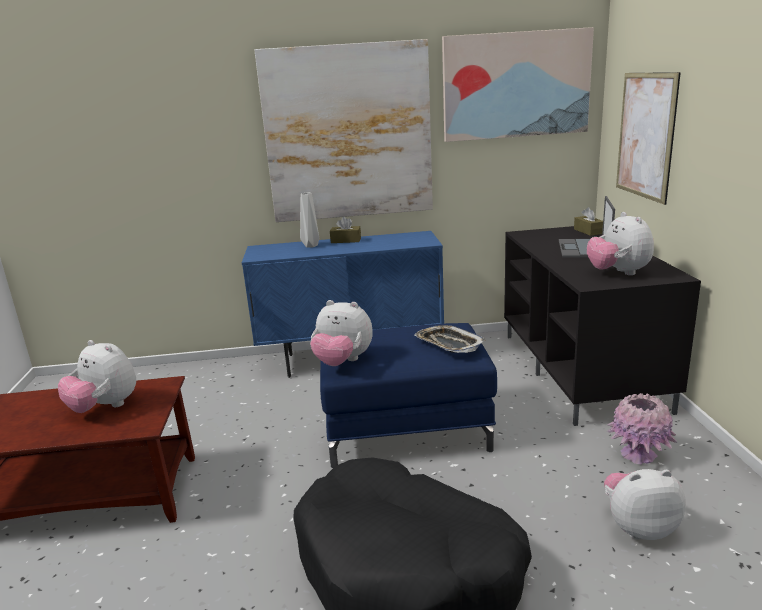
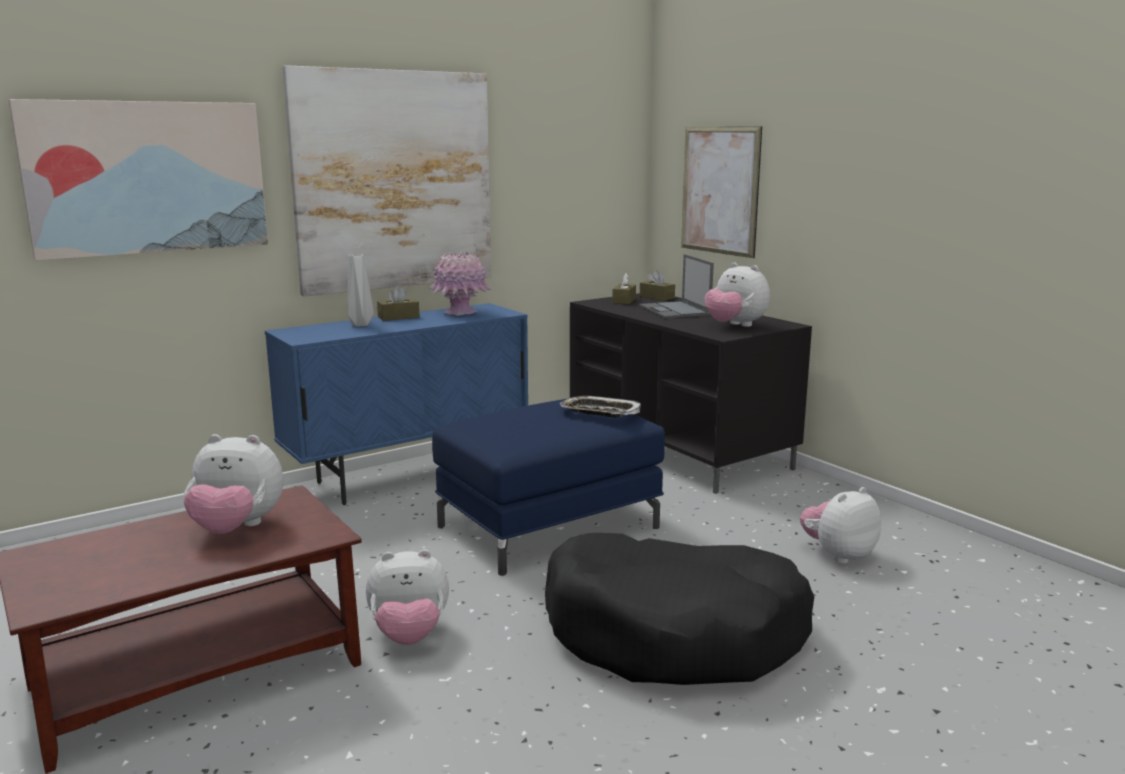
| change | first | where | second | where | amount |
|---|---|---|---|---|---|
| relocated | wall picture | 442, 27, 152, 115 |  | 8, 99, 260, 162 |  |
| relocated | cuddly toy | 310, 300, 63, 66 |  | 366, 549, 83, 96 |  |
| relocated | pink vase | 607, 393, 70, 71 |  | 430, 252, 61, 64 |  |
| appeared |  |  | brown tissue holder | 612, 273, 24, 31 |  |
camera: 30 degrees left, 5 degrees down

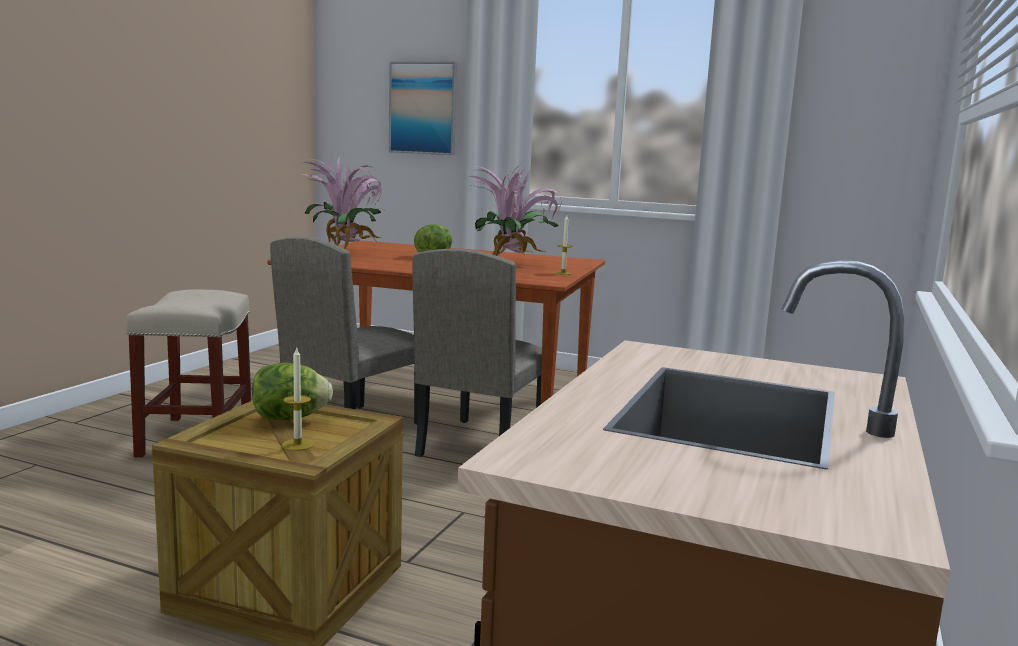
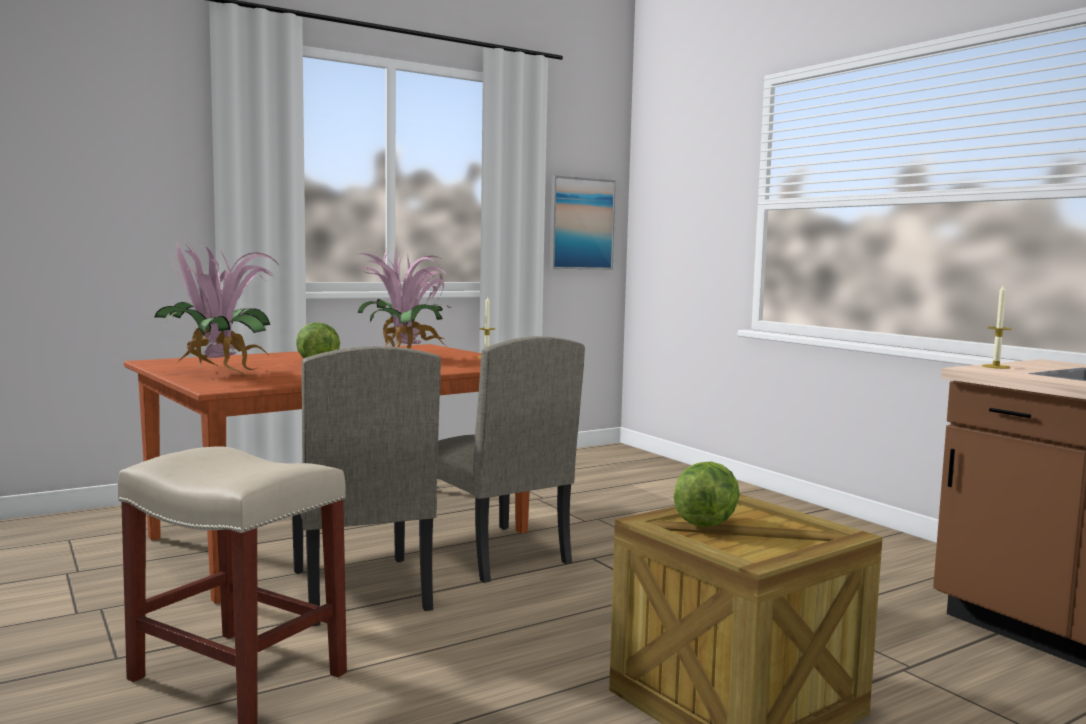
| change | first | where | second | where | amount |
|---|---|---|---|---|---|
| relocated | wall picture | 389, 62, 68, 93 |  | 550, 175, 66, 95 |  |
| relocated | candle | 282, 346, 32, 105 |  | 982, 285, 30, 84 |  |
camera: 55 degrees left, 5 degrees down

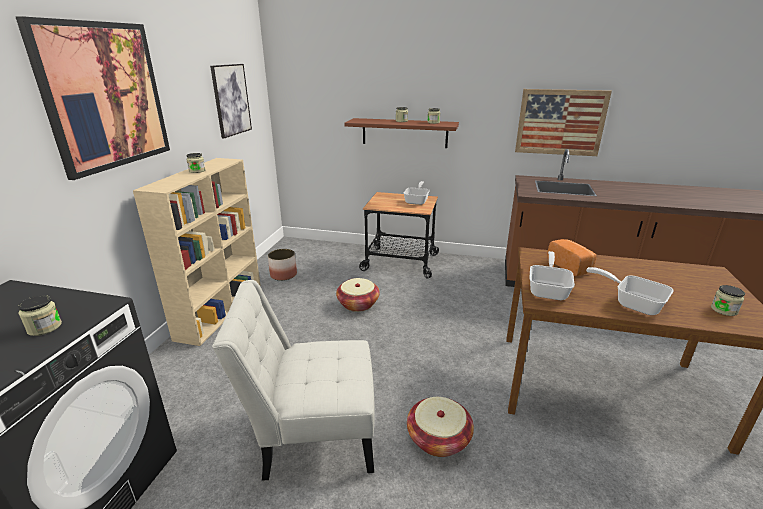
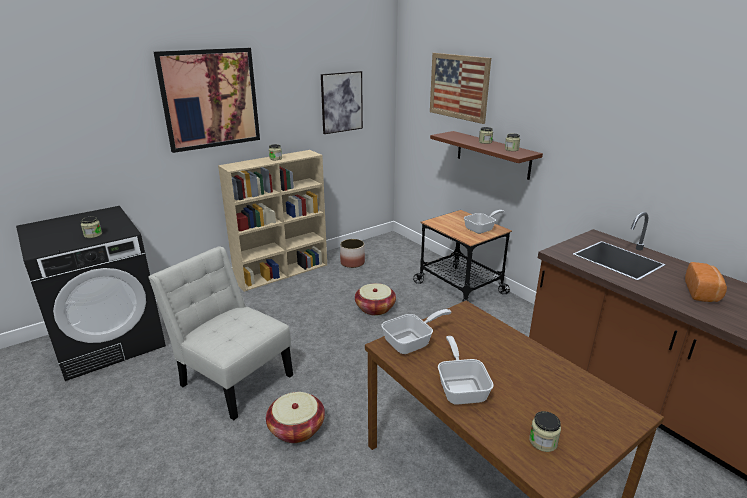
| change | first | where | second | where | amount |
|---|---|---|---|---|---|
| relocated | wall picture | 515, 89, 97, 67 |  | 430, 53, 61, 71 |  |
| relocated | baked bread | 547, 239, 49, 37 |  | 685, 262, 42, 40 |  |
camera: 40 degrees right, 0 degrees up

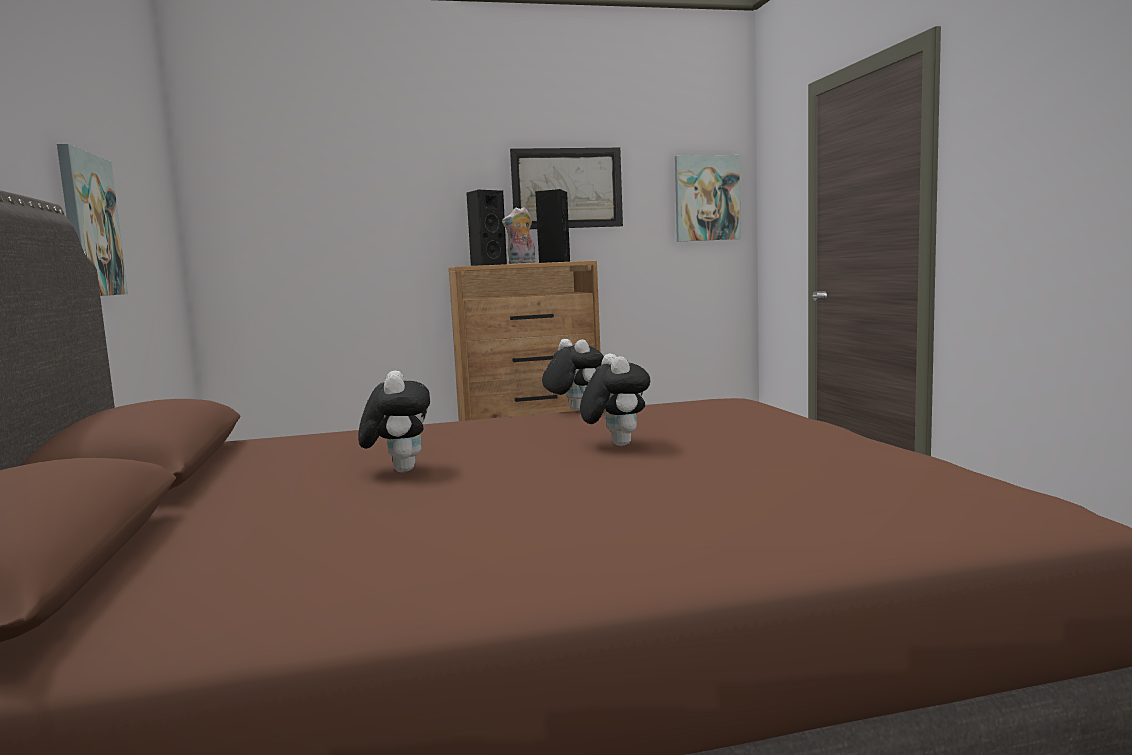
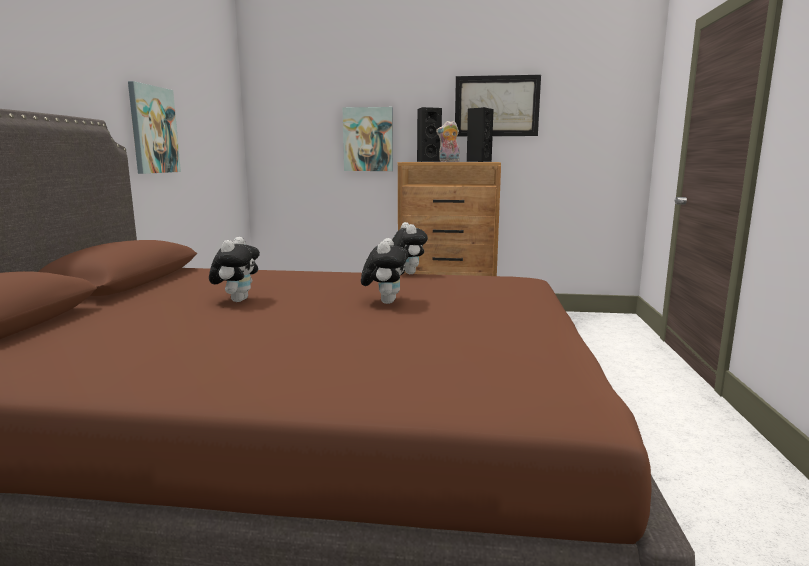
| change | first | where | second | where | amount |
|---|---|---|---|---|---|
| relocated | wall picture | 675, 155, 66, 87 |  | 343, 107, 50, 64 |  |
camera: 20 degrees right, 5 degrees up

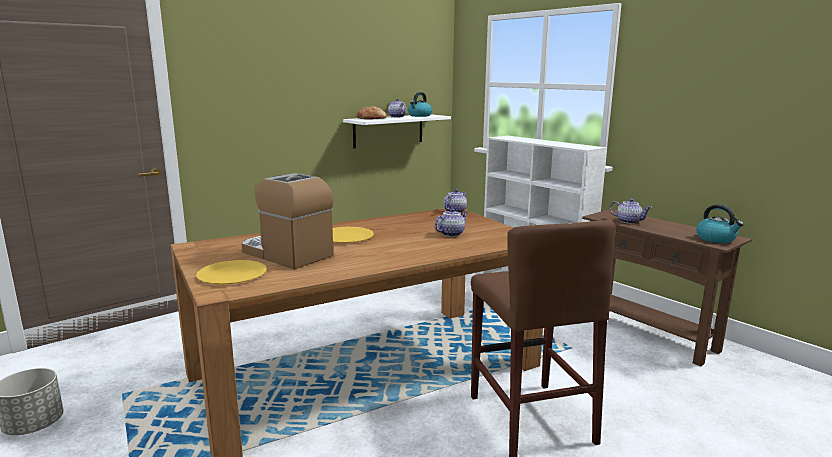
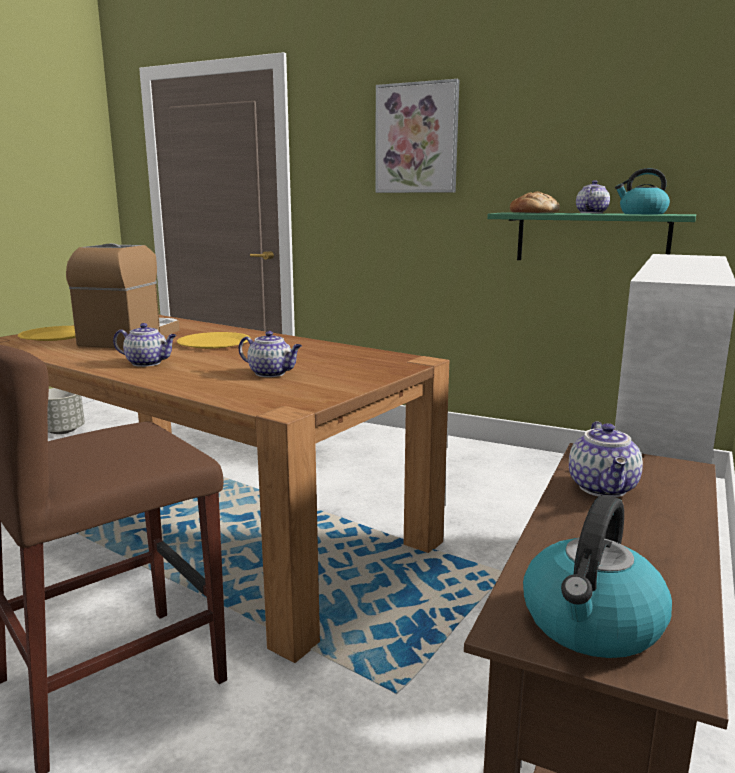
| change | first | where | second | where | amount |
|---|---|---|---|---|---|
| colour | whitish shelf | 343, 114, 108, 34 | greenish shelf | 487, 212, 209, 48 |  |
| relocated | teapot | 443, 189, 24, 24 |  | 113, 323, 64, 44 |  |
| appeared |  |  | wall picture | 375, 79, 84, 114 |  |
camera: 65 degrees right, 0 degrees up

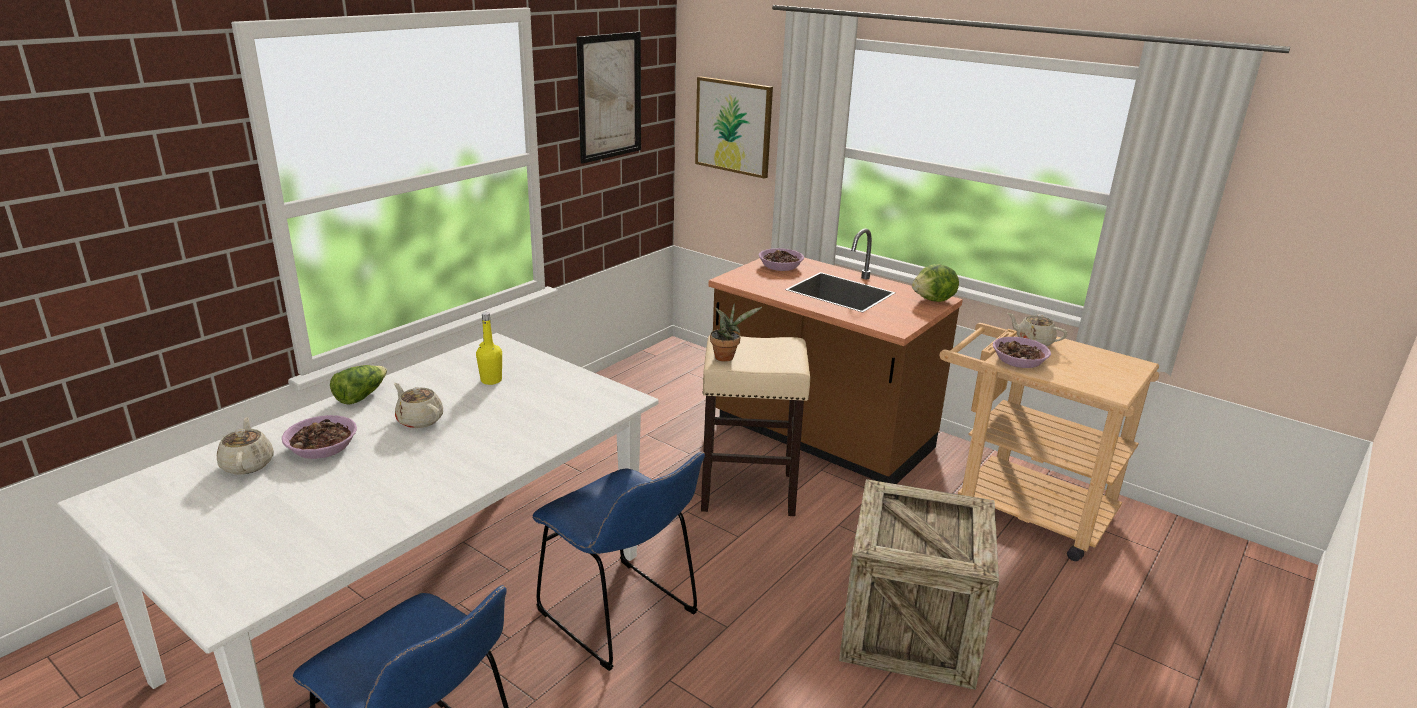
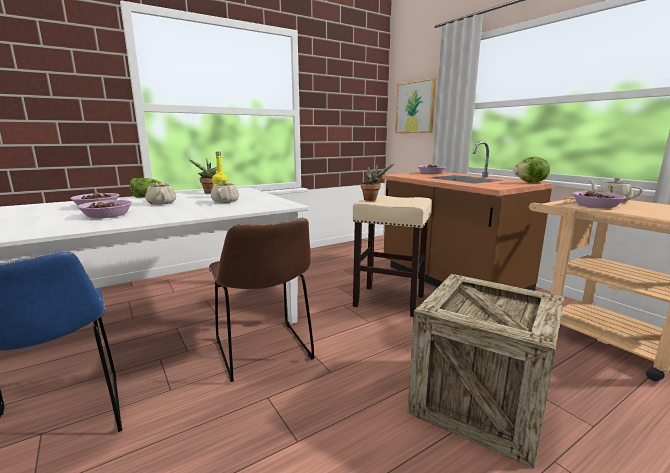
| change | first | where | second | where | amount |
|---|---|---|---|---|---|
| missing | wall picture | 577, 31, 64, 133 |  |  |  |
| relocated | sand-coloured teapot | 217, 417, 57, 58 |  | 211, 180, 28, 23 |  |
| colour | blue plain chair | 532, 452, 173, 219 | brown plain chair | 209, 218, 106, 164 |  |
| appeared |  |  | plant in a pot | 189, 159, 28, 35 |  |
| appeared |  |  | bowl | 77, 200, 55, 18 |  |
camera: 20 degrees right, 10 degrees down

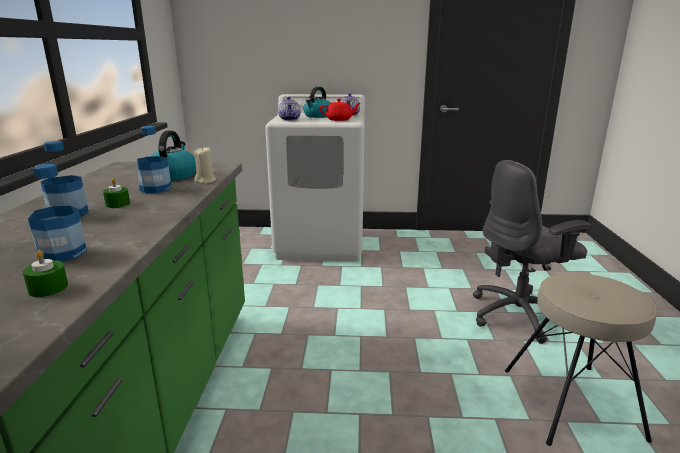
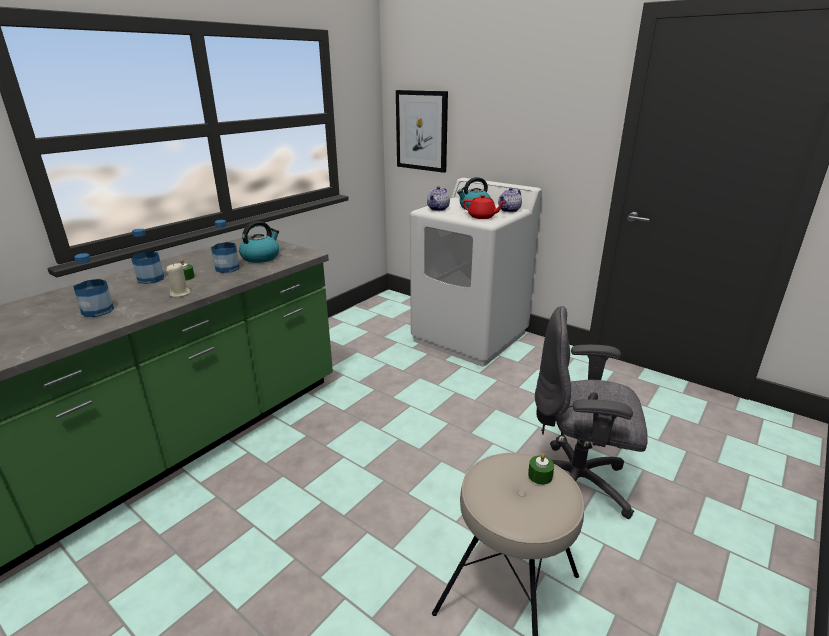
| change | first | where | second | where | amount |
|---|---|---|---|---|---|
| relocated | sand-coloured candle | 194, 146, 22, 38 |  | 166, 263, 25, 34 |  |
| relocated | greenish candle | 23, 250, 45, 47 |  | 528, 453, 26, 32 |  |
| appeared |  |  | wall picture | 396, 90, 52, 83 |  |
camera: 35 degrees right, 5 degrees up

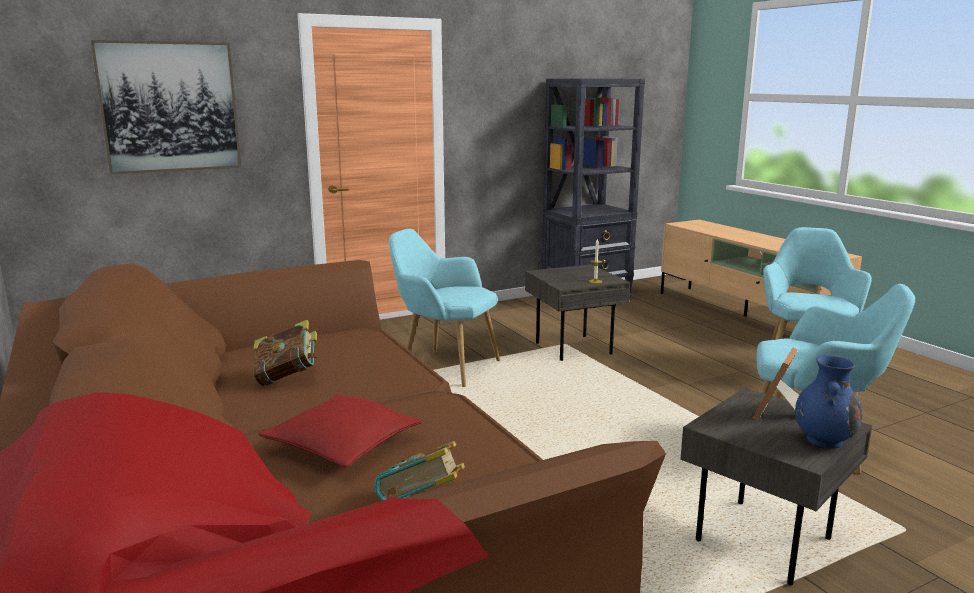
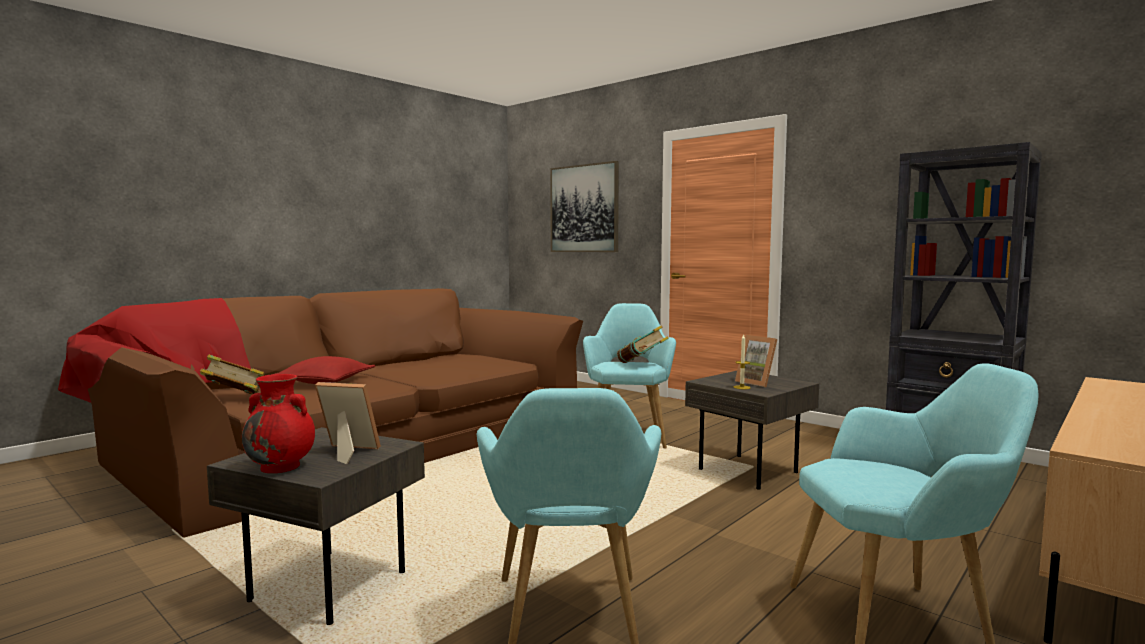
| change | first | where | second | where | amount |
|---|---|---|---|---|---|
| relocated | volume | 253, 320, 65, 66 |  | 617, 326, 52, 37 |  |
| colour | blue vase | 795, 356, 67, 93 | red-coloured vase | 242, 374, 73, 99 |  |
| appeared |  |  | photo frame | 735, 335, 42, 52 |  |
camera: 70 degrees right, 10 degrees down

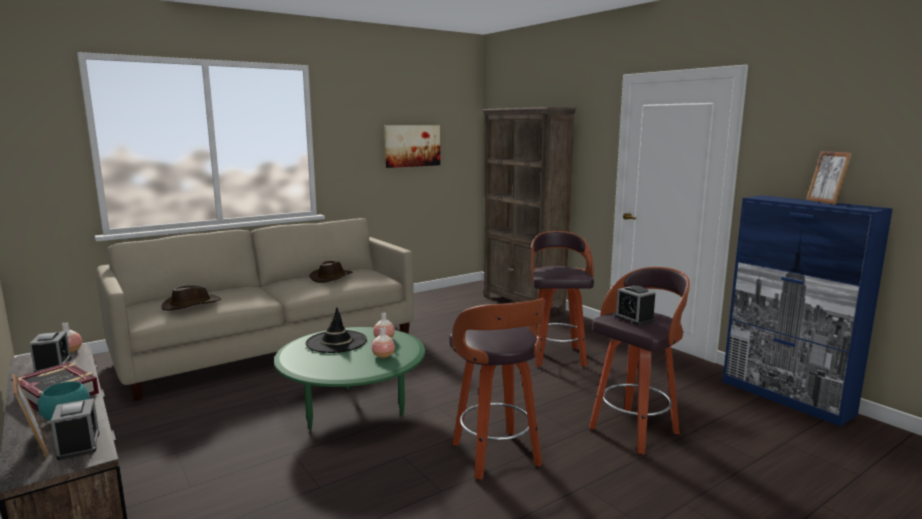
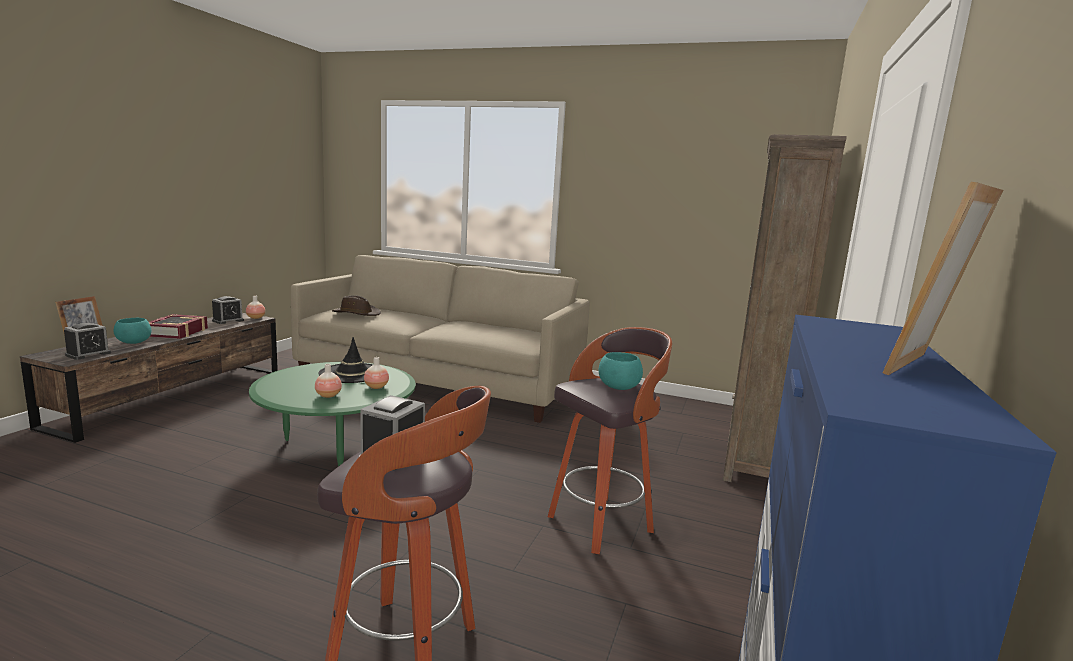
| change | first | where | second | where | amount |
|---|---|---|---|---|---|
| missing | wall picture | 385, 125, 55, 43 |  |  |  |
| missing | brown clothing hat | 309, 261, 43, 22 |  |  |  |
| missing | stool seat | 449, 298, 96, 182 |  |  |  |
| appeared |  |  | turquoise-coloured bowl | 599, 352, 44, 38 |  |
camera: 55 degrees right, 0 degrees up

